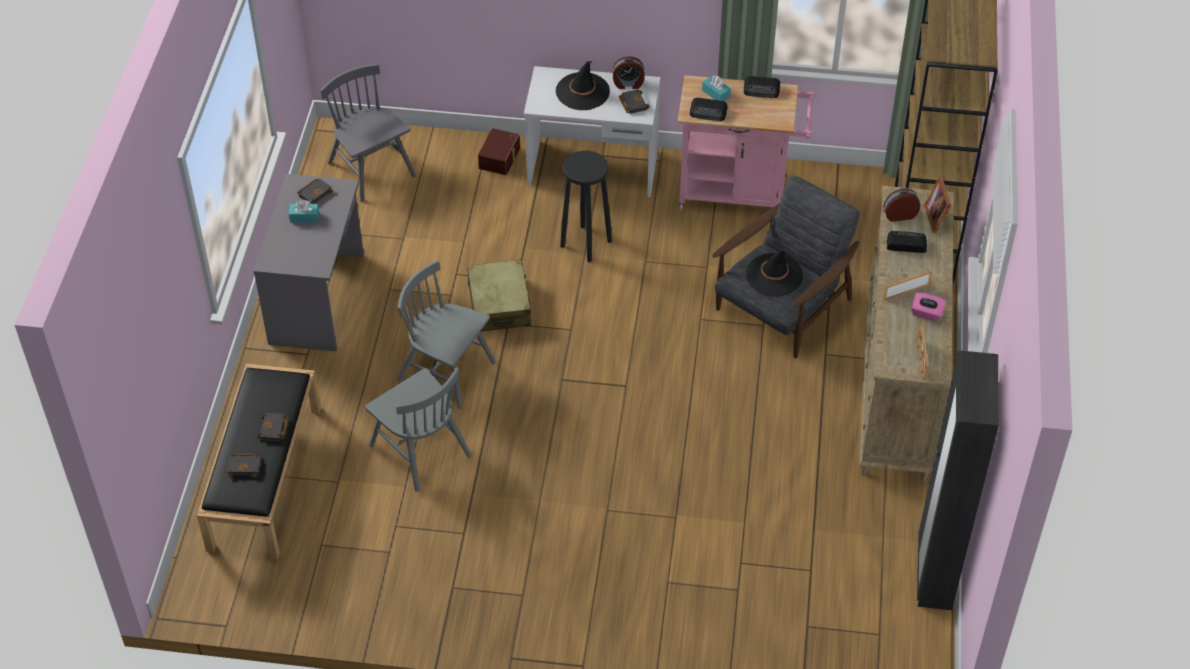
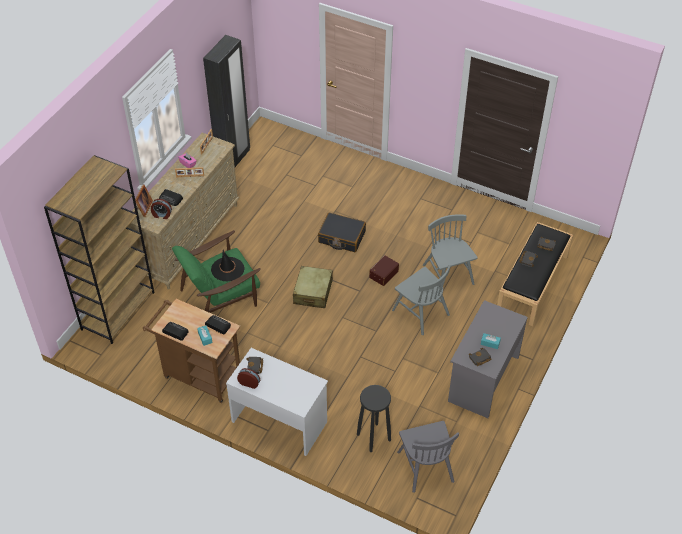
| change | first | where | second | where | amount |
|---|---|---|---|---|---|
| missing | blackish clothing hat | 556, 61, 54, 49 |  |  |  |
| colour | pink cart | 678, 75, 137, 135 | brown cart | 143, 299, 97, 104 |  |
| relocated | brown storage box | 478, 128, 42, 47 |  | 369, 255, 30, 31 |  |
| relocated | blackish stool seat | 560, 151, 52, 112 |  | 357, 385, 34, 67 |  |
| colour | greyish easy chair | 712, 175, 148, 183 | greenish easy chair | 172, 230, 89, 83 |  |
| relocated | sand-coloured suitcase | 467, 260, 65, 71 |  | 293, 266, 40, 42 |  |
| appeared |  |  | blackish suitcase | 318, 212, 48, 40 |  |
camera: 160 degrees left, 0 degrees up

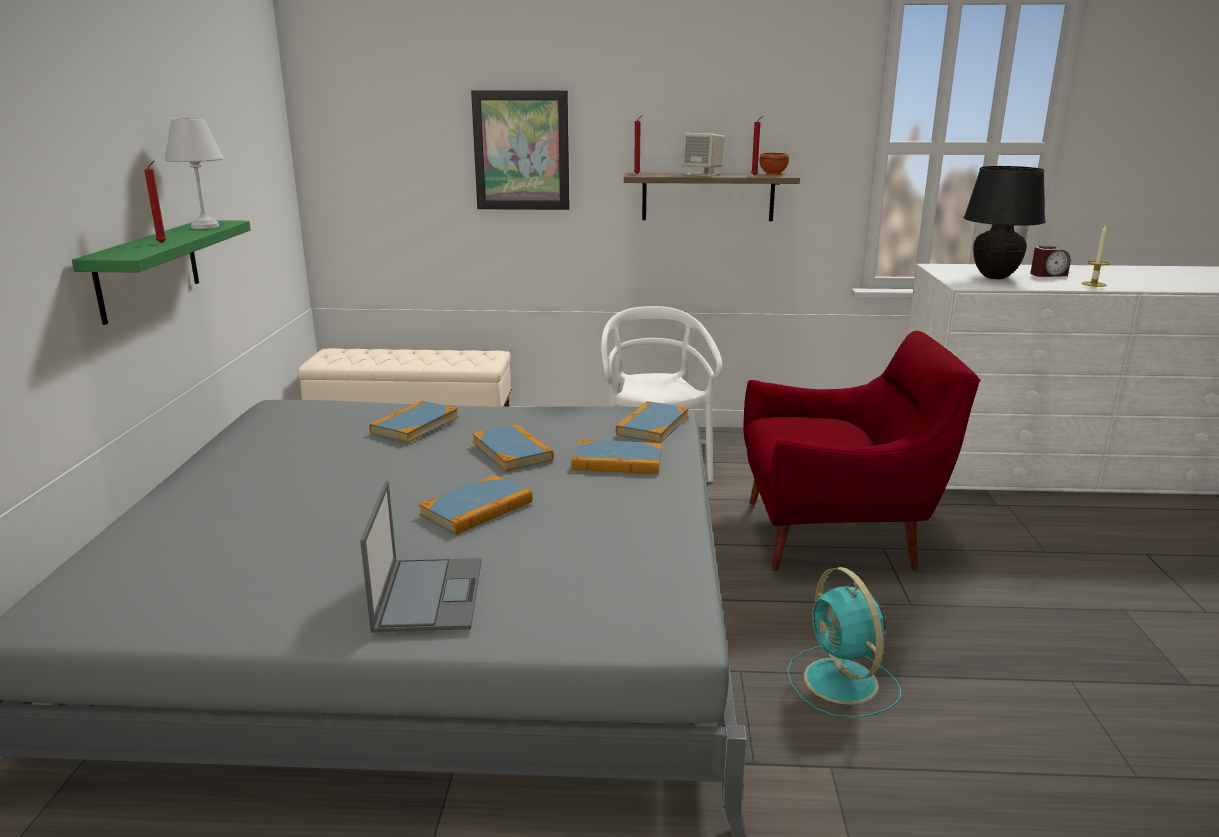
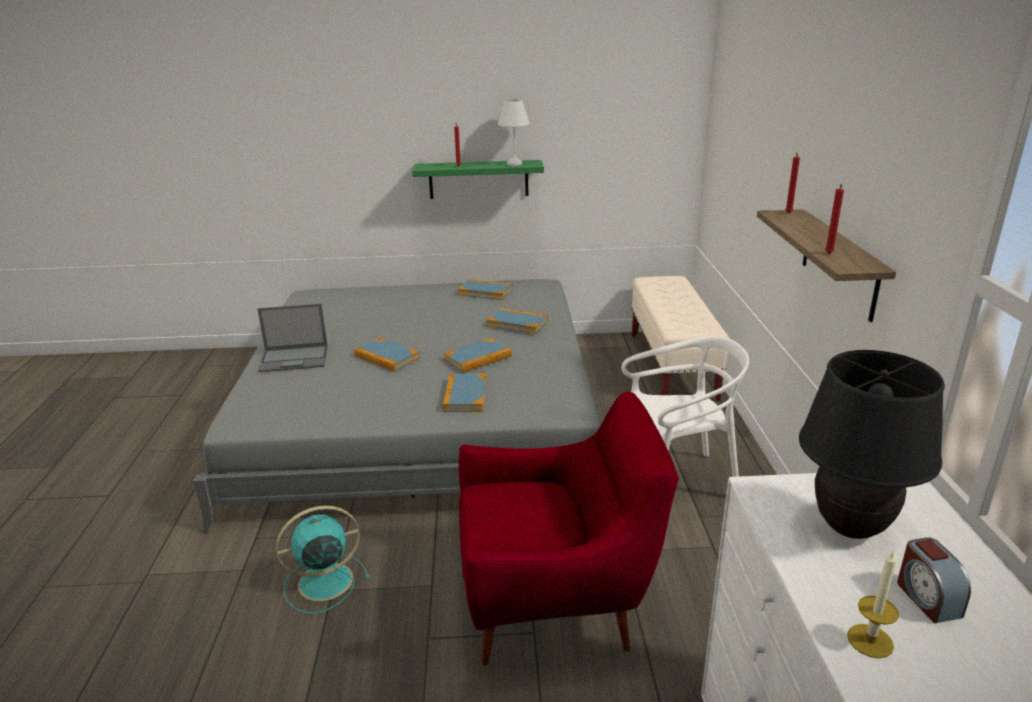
| change | first | where | second | where | amount |
|---|---|---|---|---|---|
| missing | wall picture | 471, 90, 99, 120 |  |  |  |
| missing | sand-coloured loudspeaker | 682, 133, 43, 43 |  |  |  |
| missing | brown bowl | 760, 153, 29, 22 |  |  |  |
| spun | red-coloured easy chair | 743, 331, 238, 240 |  | 459, 392, 220, 273 | 90 degrees counterclockwise |
| relocated | volume | 615, 401, 74, 42 |  | 457, 279, 56, 21 |  |
camera: 85 degrees right, 5 degrees up

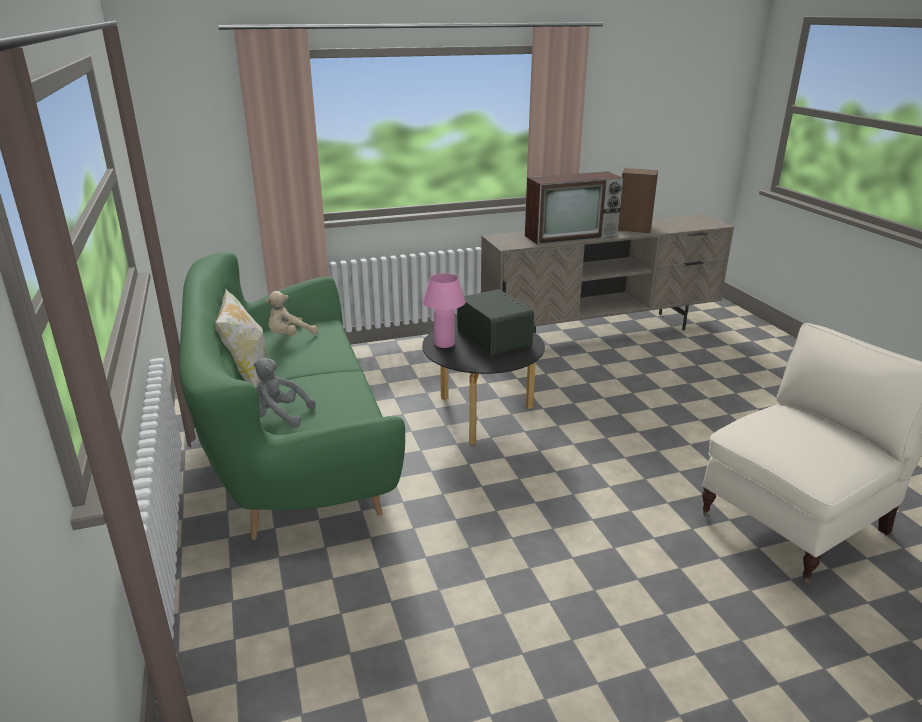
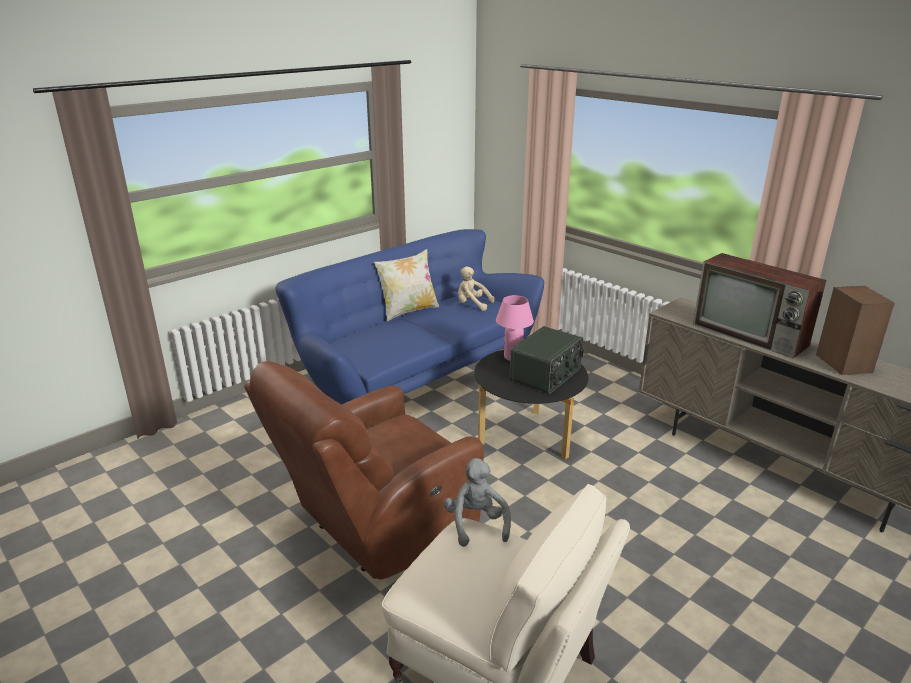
| change | first | where | second | where | amount |
|---|---|---|---|---|---|
| colour | greenish settee | 179, 251, 226, 289 | blue settee | 275, 229, 269, 176 |  |
| relocated | greyish cuddly toy | 254, 358, 61, 70 |  | 444, 458, 67, 89 |  |
| appeared |  |  | brown easy chair | 244, 361, 240, 219 |  |
camera: 65 degrees right, 0 degrees up

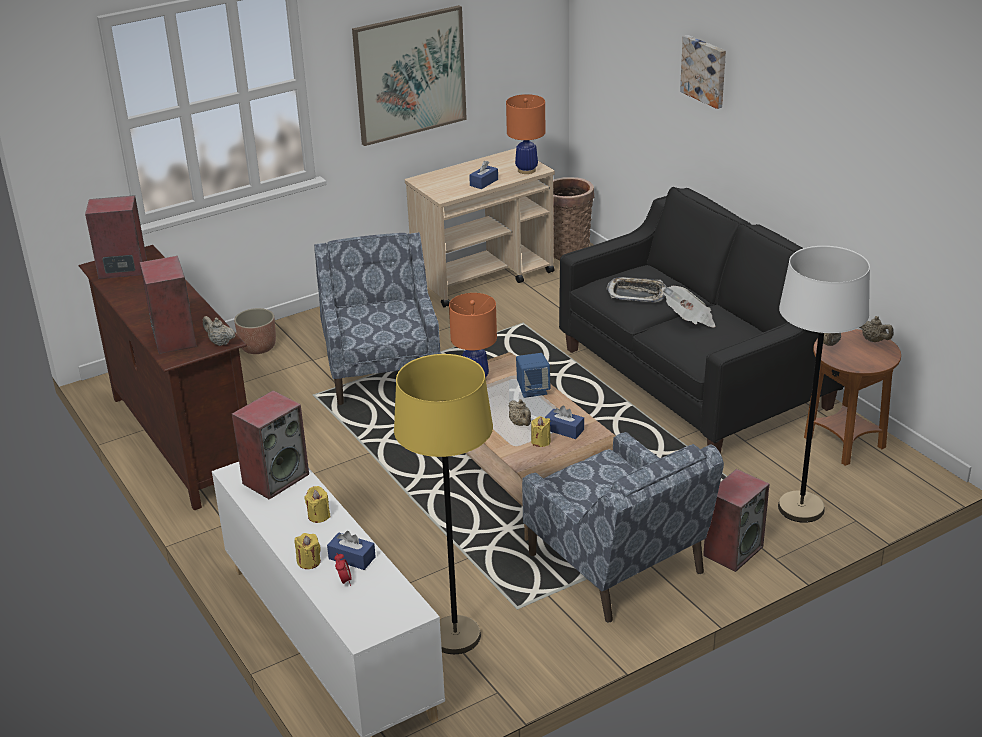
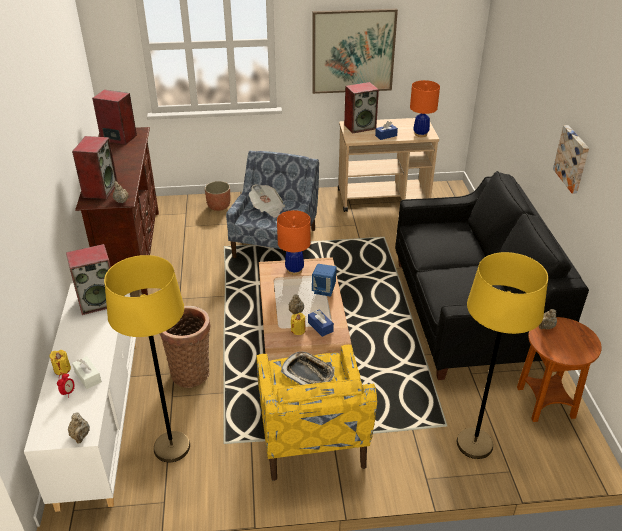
| change | first | where | second | where | amount |
|---|---|---|---|---|---|
| relocated | wall picture | 680, 35, 46, 74 |  | 553, 125, 36, 69 |  |
| relocated | storage basket | 553, 177, 41, 83 |  | 160, 306, 51, 82 |  |
| colour | whitish floor lamp | 778, 246, 92, 277 | yellowish floor lamp | 457, 252, 91, 207 |  |
| relocated | serving tray | 606, 277, 60, 26 |  | 281, 352, 54, 33 |  |
| relocated | printed paper | 662, 286, 53, 41 |  | 249, 184, 36, 33 |  |
| relocated | sand-coloured teapot | 859, 316, 34, 26 |  | 68, 412, 22, 32 |  |
| colour | blue easy chair | 522, 432, 202, 190 | yellowish easy chair | 257, 345, 120, 136 |  |
| relocated | loudspeaker | 703, 469, 66, 103 |  | 344, 82, 35, 52 |  |
| missing | yellowish candle | 304, 486, 26, 37 |  |  |  |
| colour | blue tissue holder | 327, 531, 49, 39 | whitish tissue holder | 72, 356, 30, 33 |  |
camera: 25 degrees right, 5 degrees up

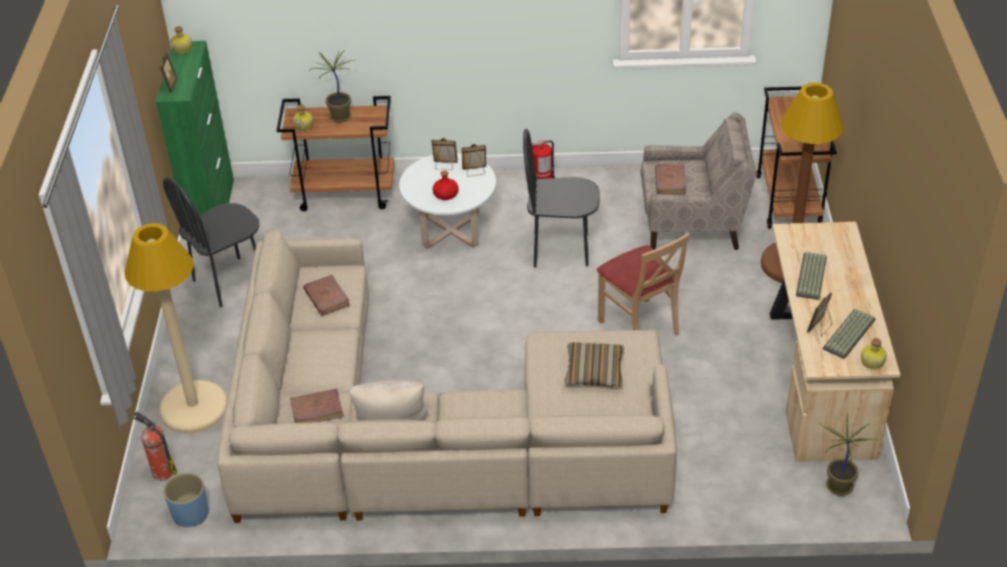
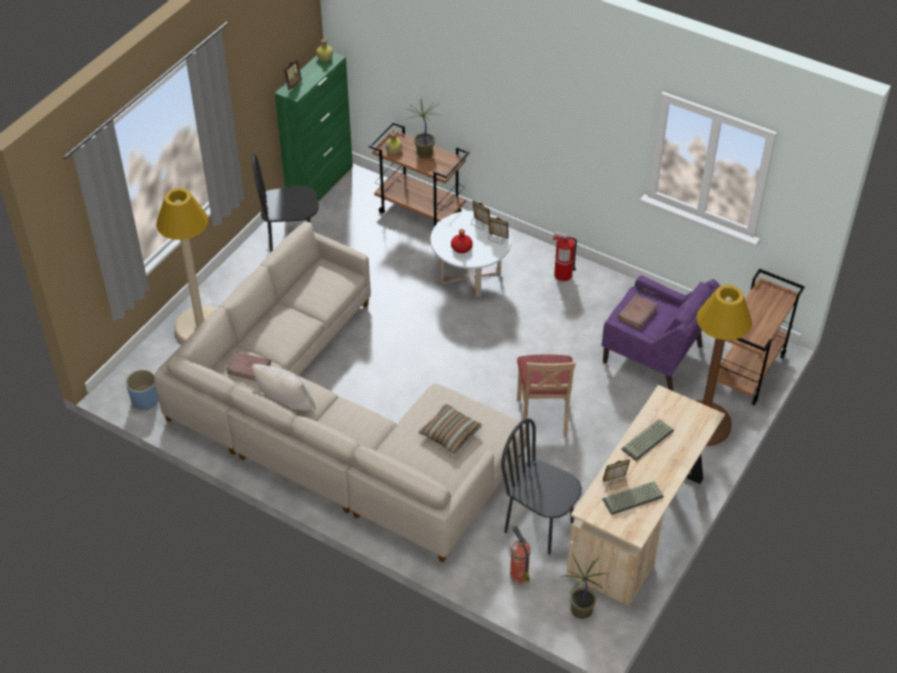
| change | first | where | second | where | amount |
|---|---|---|---|---|---|
| colour | sand-coloured easy chair | 641, 112, 115, 138 | purple-coloured easy chair | 602, 276, 118, 115 |  |
| relocated | blackish plain chair | 523, 129, 77, 139 |  | 501, 418, 81, 137 |  |
| missing | brown volume | 303, 275, 47, 41 |  |  |  |
| missing | beverage bottle | 861, 338, 26, 32 |  |  |  |
| relocated | fire extinguisher | 133, 412, 44, 69 |  | 510, 526, 20, 57 |  |
camera: 30 degrees right, 5 degrees up

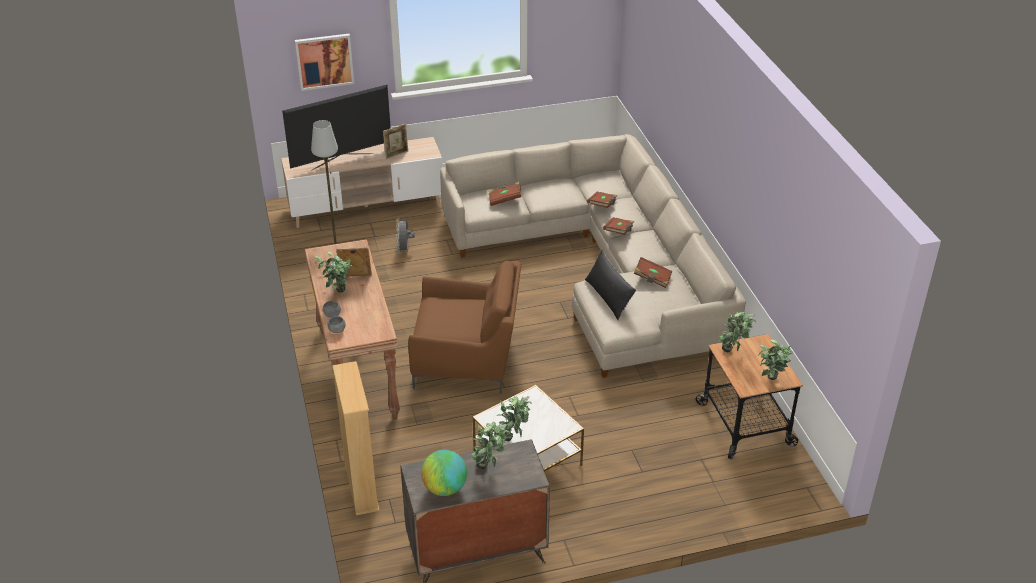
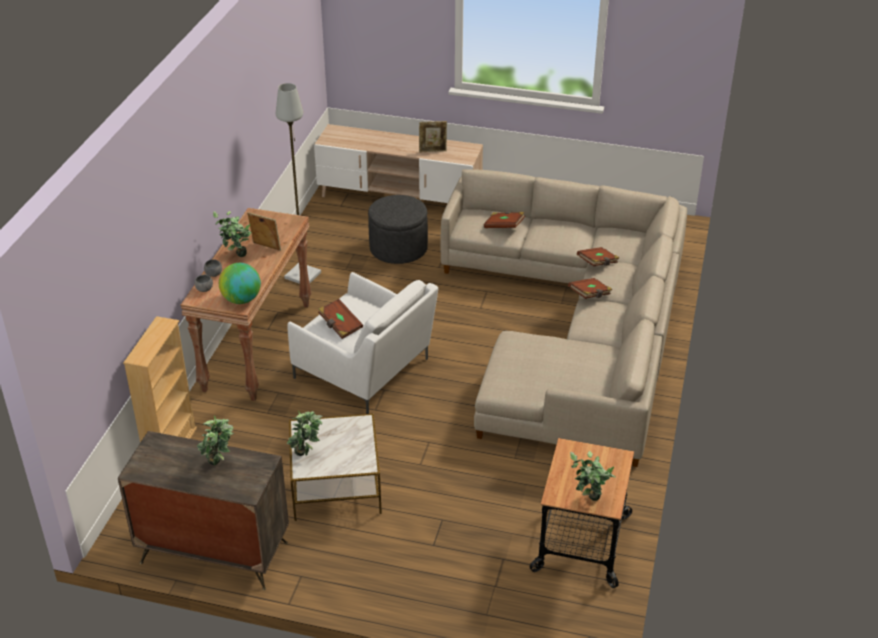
| change | first | where | second | where | amount |
|---|---|---|---|---|---|
| missing | wall picture | 295, 34, 59, 57 |  |  |  |
| missing | TV | 282, 85, 109, 86 |  |  |  |
| exchanged | greyish electric fan | 396, 217, 19, 37 | greyish pouffe | 368, 195, 60, 69 |  |
| missing | blackish pillow | 585, 250, 51, 70 |  |  |  |
| relocated | brown volume | 634, 257, 38, 31 |  | 318, 299, 45, 40 |  |
| colour | brown easy chair | 408, 261, 113, 132 | whitish easy chair | 287, 272, 151, 142 |  |
| missing | plant in a pot | 719, 312, 37, 40 |  |  |  |
| relocated | desk globe | 421, 450, 46, 46 |  | 219, 263, 42, 41 |  |
camera: 30 degrees right, 0 degrees up

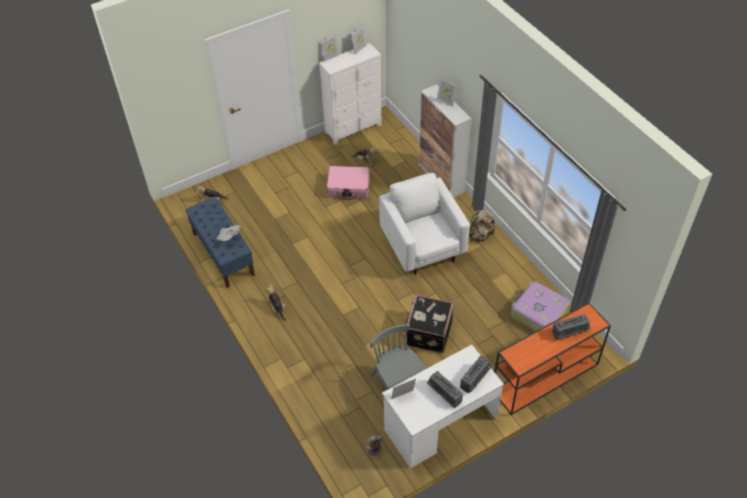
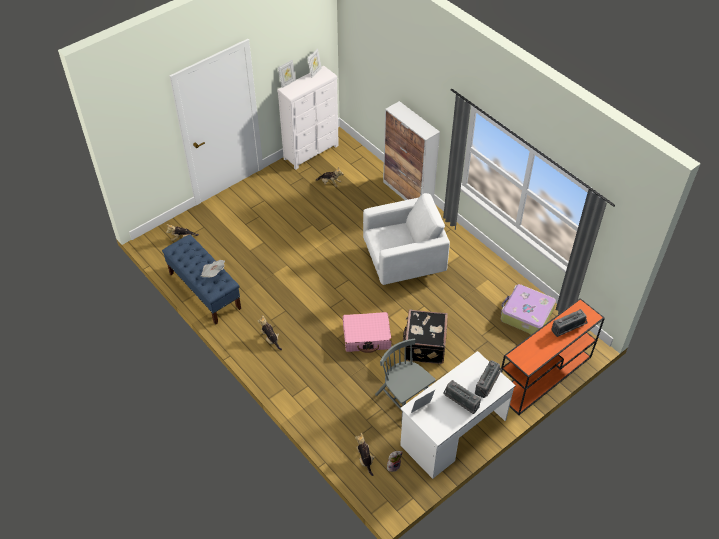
| change | first | where | second | where | amount |
|---|---|---|---|---|---|
| missing | photo frame | 437, 77, 20, 30 |  |  |  |
| relocated | pink suitcase | 327, 166, 43, 34 |  | 343, 312, 48, 41 |  |
| spun | whitish easy chair | 379, 173, 91, 102 |  | 363, 193, 87, 92 | 105 degrees clockwise |
| missing | sand-coloured knapsack | 469, 208, 26, 33 |  |  |  |
| appeared |  |  | cuddly toy | 355, 433, 20, 43 |  |
camera: 10 degrees left, 0 degrees up

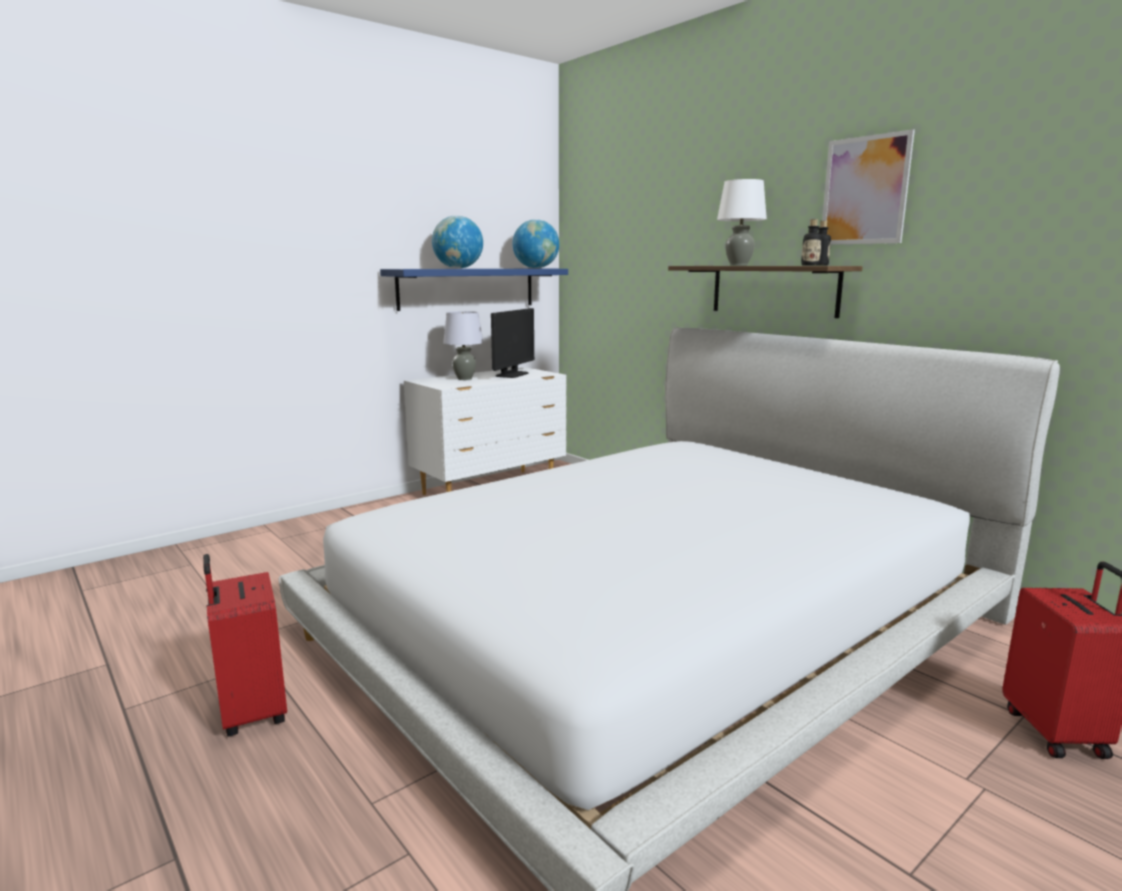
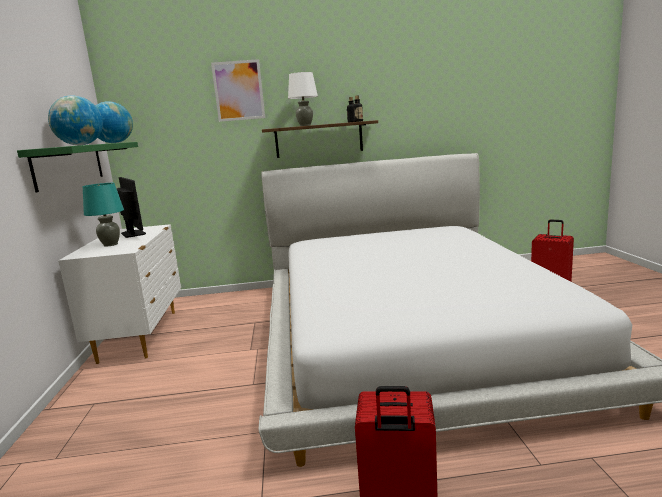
| change | first | where | second | where | amount |
|---|---|---|---|---|---|
| relocated | wall picture | 822, 129, 93, 116 |  | 211, 59, 54, 63 |  |
| colour | blue shelf | 380, 269, 188, 42 | greenish shelf | 17, 142, 121, 50 |  |
| colour | greyish tabletop lamp | 443, 311, 41, 69 | turquoise-coloured tabletop lamp | 82, 183, 42, 63 |  |
camera: 55 degrees left, 0 degrees up

